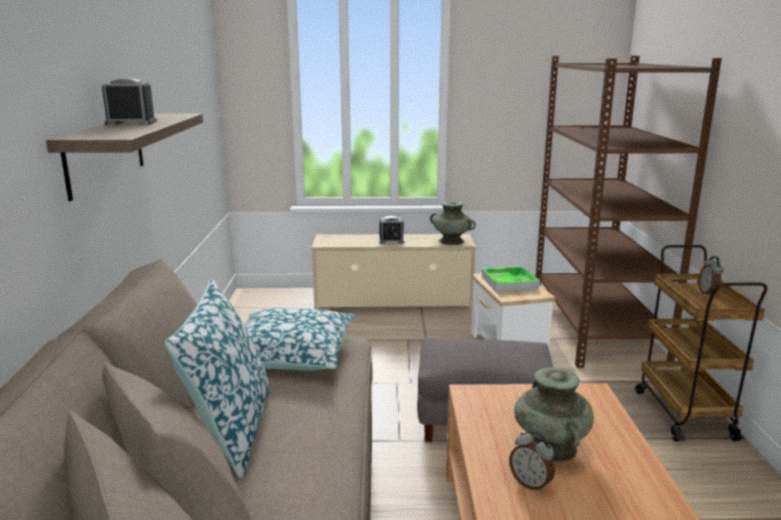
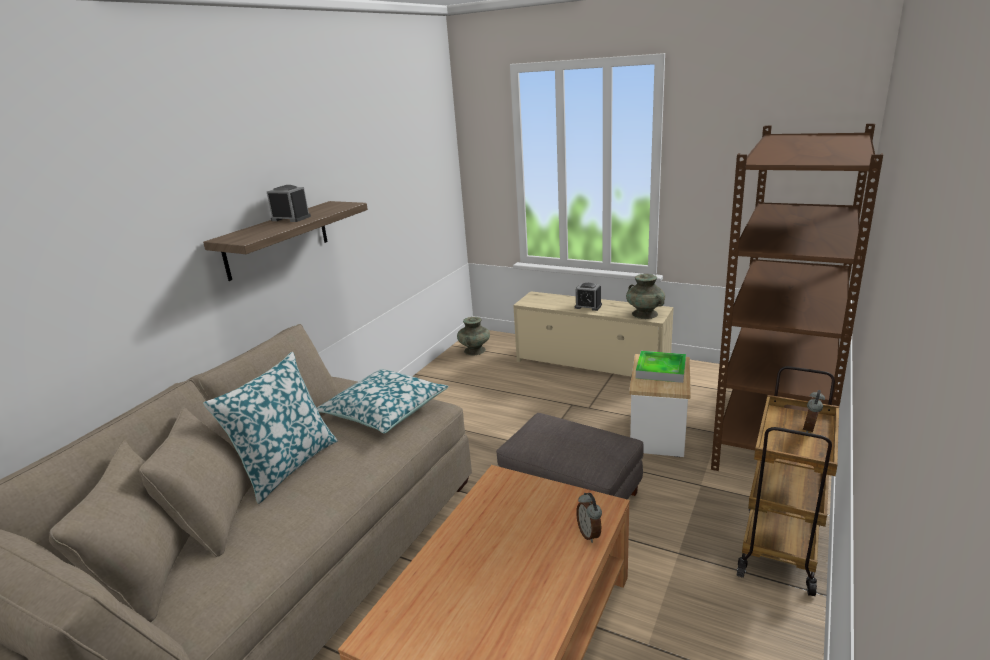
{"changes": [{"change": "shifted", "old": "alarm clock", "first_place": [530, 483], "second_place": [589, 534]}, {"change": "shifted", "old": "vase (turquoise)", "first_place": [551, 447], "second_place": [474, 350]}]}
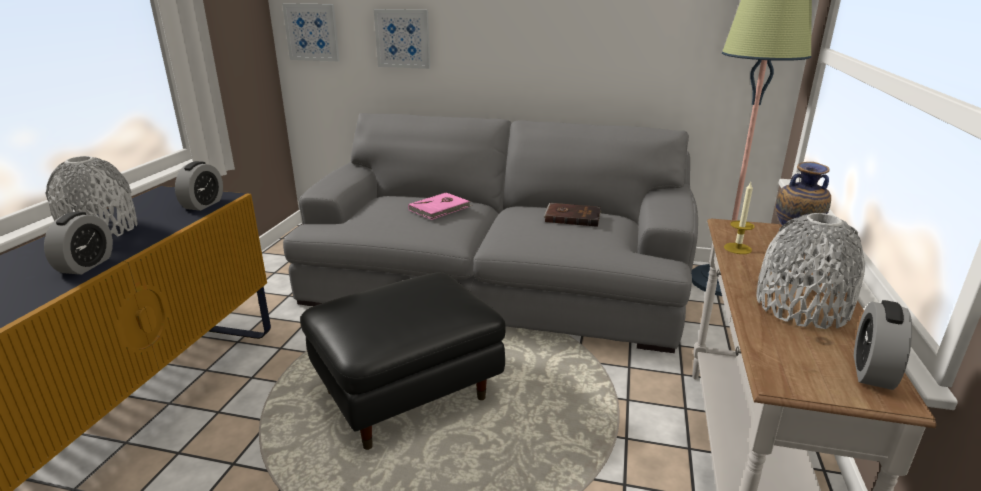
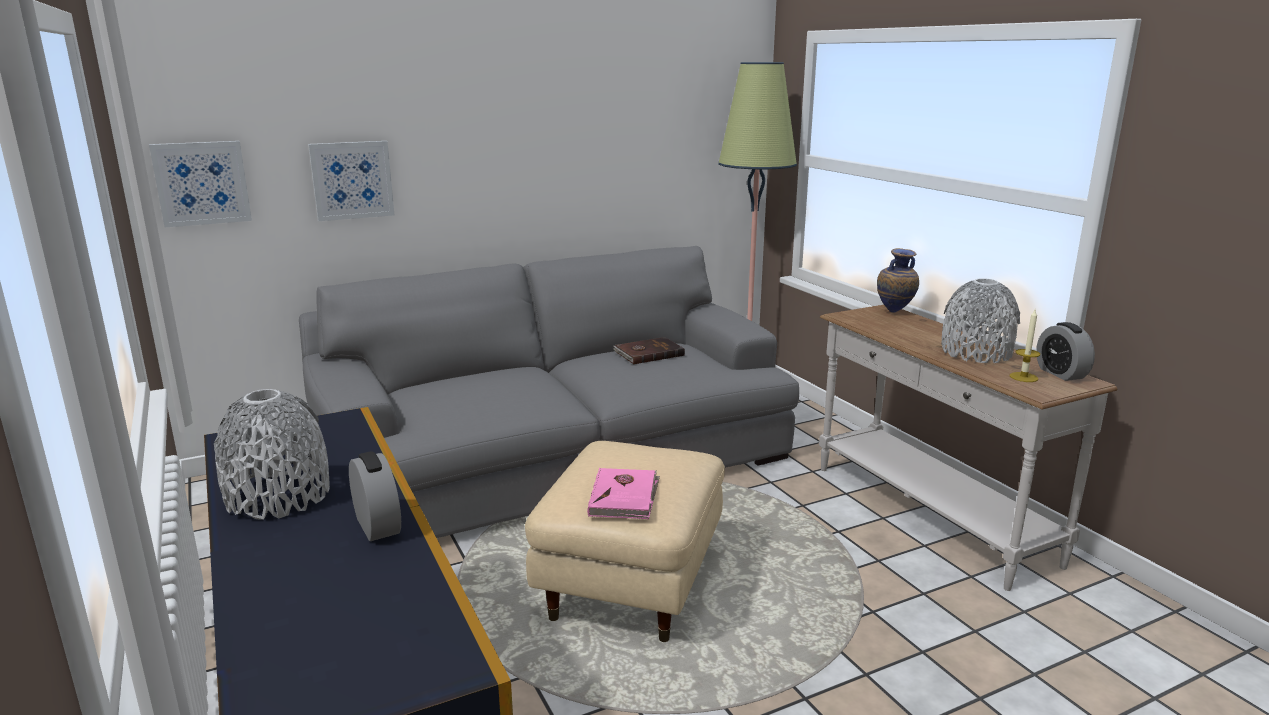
{"changes": [{"change": "gone", "old": "alarm clock", "first_place": [203, 204]}, {"change": "repainted", "old": "ottoman (black)", "new": "ottoman (beige)", "first_place": [408, 395], "second_place": [631, 584]}, {"change": "shifted", "old": "book (pink)", "first_place": [440, 208], "second_place": [624, 496]}, {"change": "shifted", "old": "candle", "first_place": [737, 248], "second_place": [1023, 377]}]}
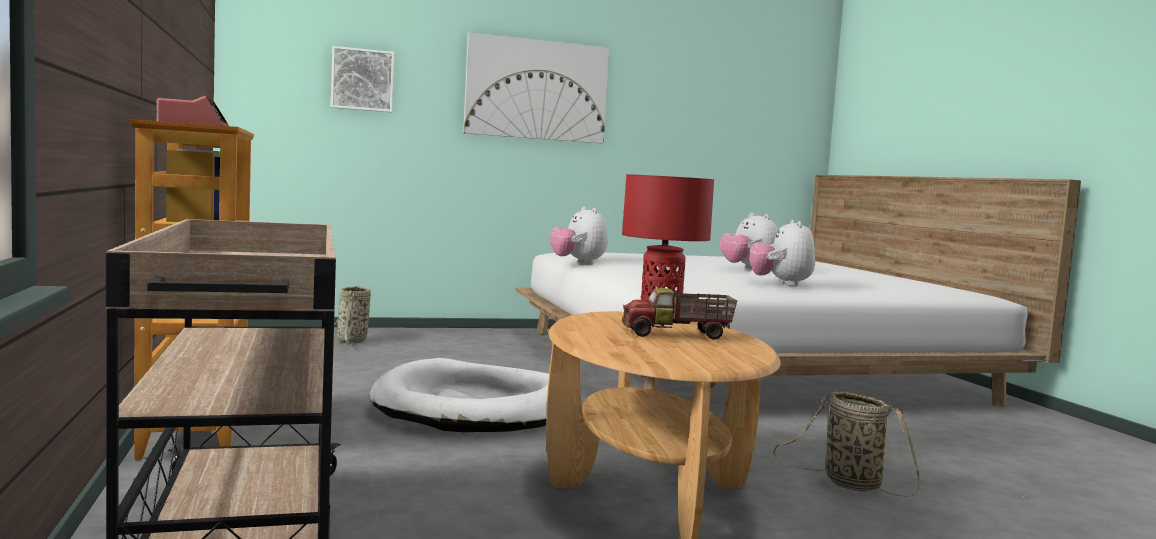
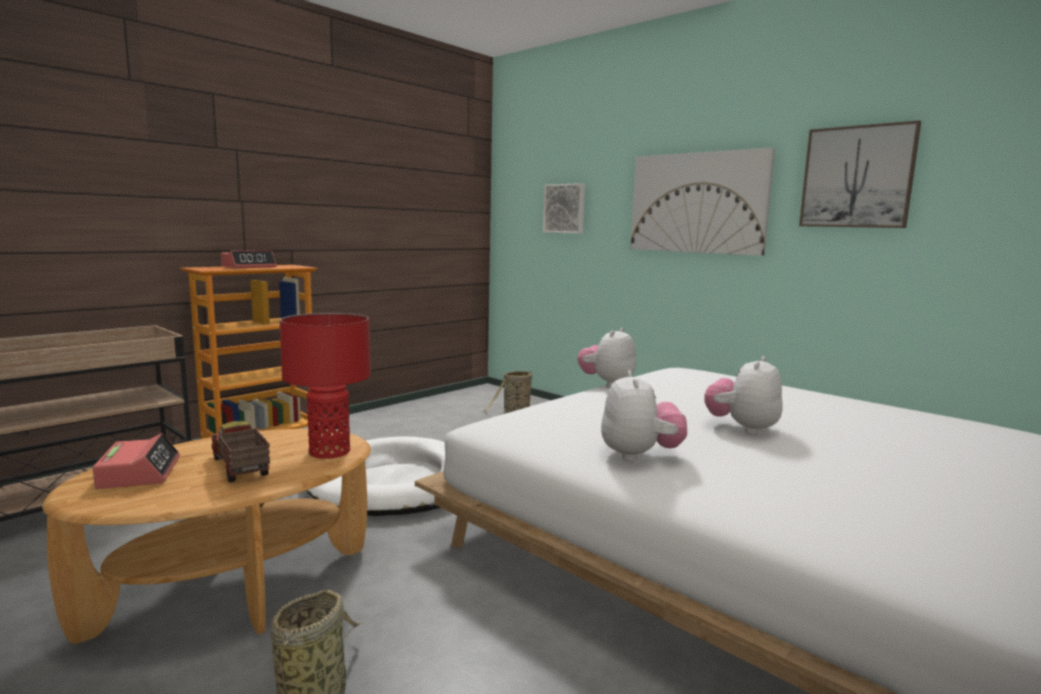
{"changes": [{"change": "rotated", "old": "plush toy", "first_place": [781, 284], "second_place": [639, 456], "degrees": 120}, {"change": "new", "new": "alarm clock", "second_place": [139, 473]}, {"change": "new", "new": "picture", "second_place": [857, 177]}]}
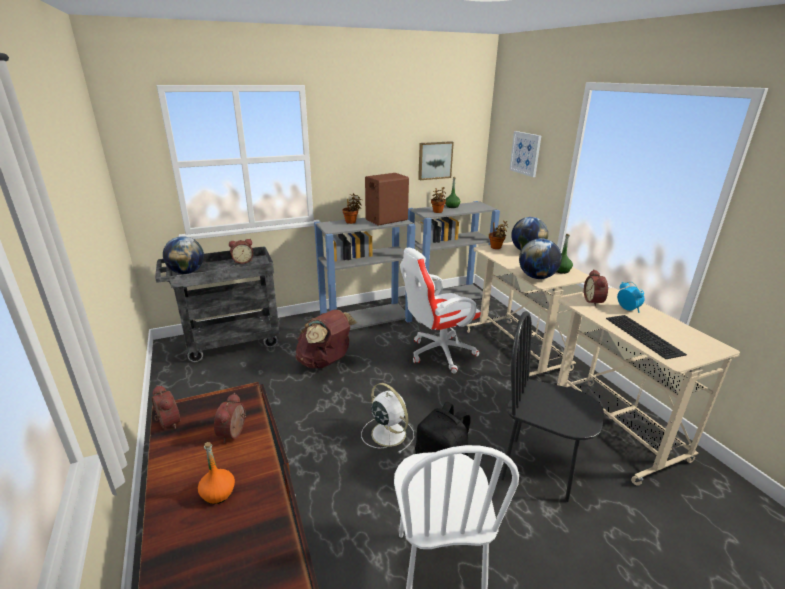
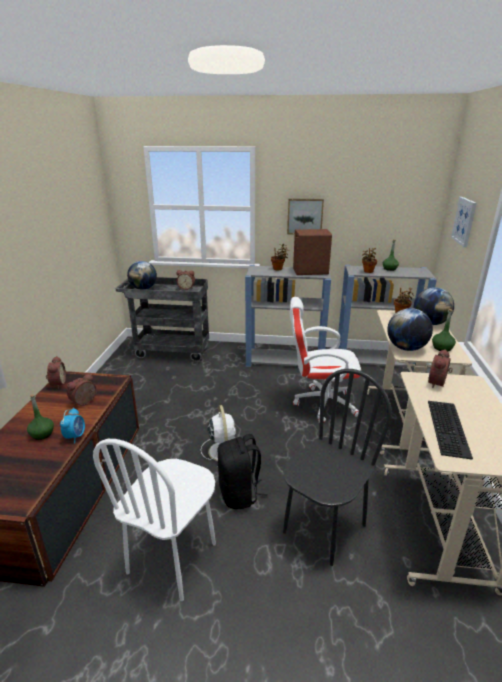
{"changes": [{"change": "repainted", "old": "bottle (orange)", "new": "bottle (green)", "first_place": [218, 493], "second_place": [42, 434]}, {"change": "gone", "old": "backpack (brown)", "first_place": [325, 362]}, {"change": "shifted", "old": "picture", "first_place": [434, 160], "second_place": [305, 216]}, {"change": "rotated", "old": "chair (black)", "first_place": [539, 468], "second_place": [323, 528], "degrees": 75}, {"change": "shifted", "old": "alarm clock", "first_place": [627, 309], "second_place": [75, 436]}]}
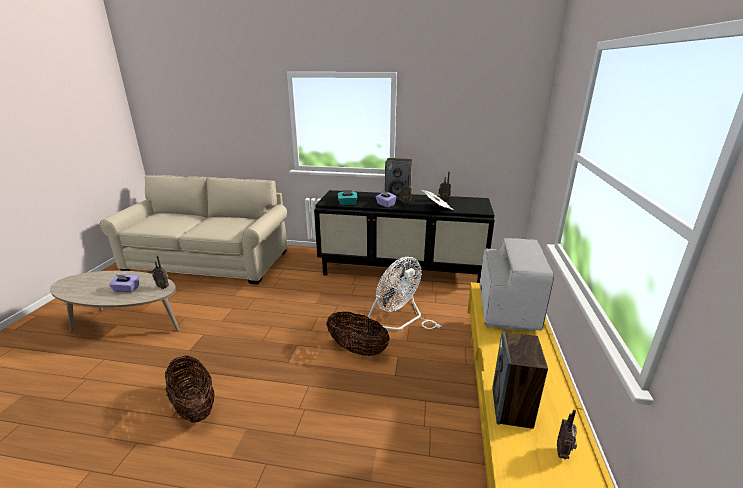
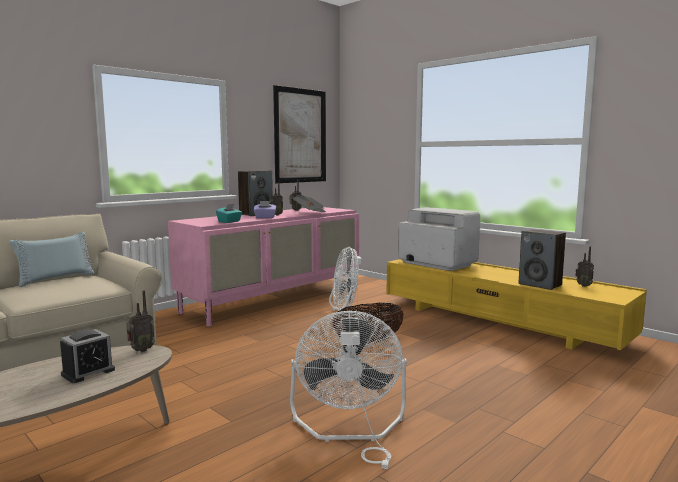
{"changes": [{"change": "swapped", "old": "tissue box (purple)", "new": "alarm clock", "first_place": [126, 289], "second_place": [88, 372]}, {"change": "swapped", "old": "basket", "new": "fan (white)", "first_place": [194, 406], "second_place": [353, 431]}, {"change": "repainted", "old": "cabinet (black)", "new": "cabinet (pink)", "first_place": [401, 271], "second_place": [274, 300]}, {"change": "new", "new": "pillow (blue)", "second_place": [55, 279]}, {"change": "new", "new": "picture", "second_place": [300, 136]}]}
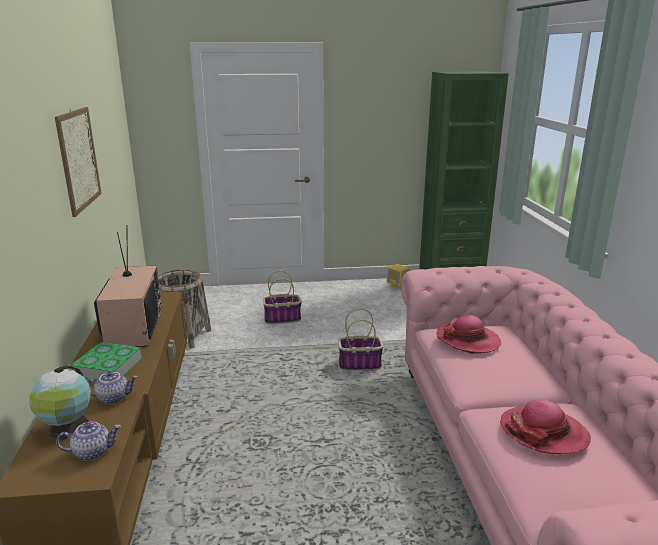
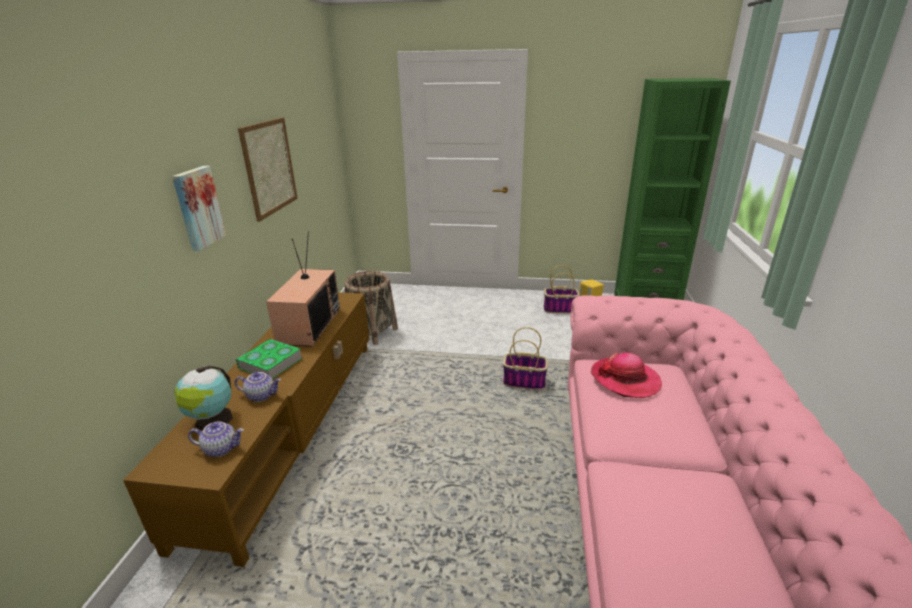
{"changes": [{"change": "shifted", "old": "basket", "first_place": [283, 319], "second_place": [560, 309]}, {"change": "gone", "old": "hat", "first_place": [543, 432]}, {"change": "new", "new": "picture", "second_place": [197, 207]}]}
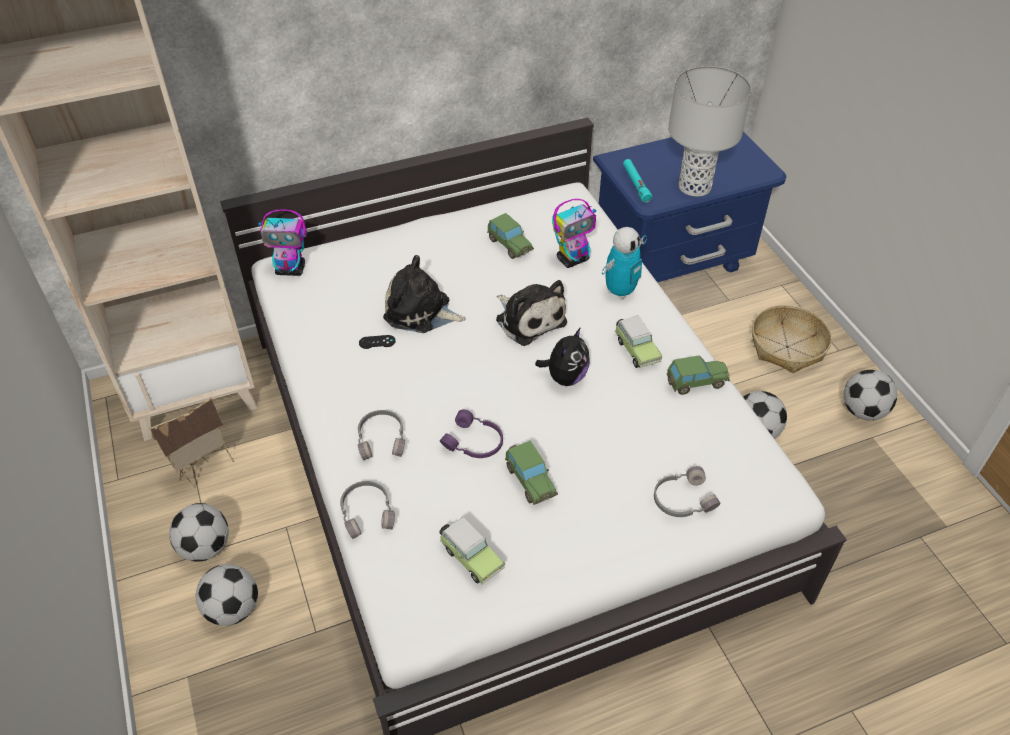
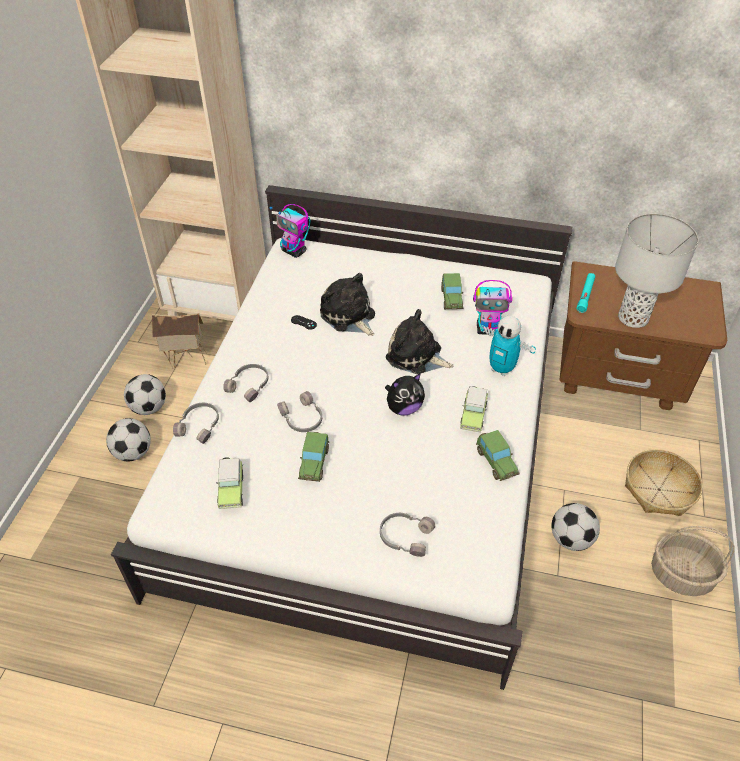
{"changes": [{"change": "repainted", "old": "headphones (purple)", "new": "headphones (grey)", "first_place": [474, 443], "second_place": [302, 418]}, {"change": "rotated", "old": "plush toy", "first_place": [529, 319], "second_place": [416, 356], "degrees": 120}, {"change": "repainted", "old": "nightstand (blue)", "new": "nightstand (brown)", "first_place": [674, 265], "second_place": [618, 381]}, {"change": "rotated", "old": "toy robot", "first_place": [620, 291], "second_place": [501, 369], "degrees": 45}, {"change": "rotated", "old": "toy car", "first_place": [695, 382], "second_place": [495, 461], "degrees": 45}, {"change": "swapped", "old": "football", "new": "basket", "first_place": [863, 411], "second_place": [682, 574]}]}
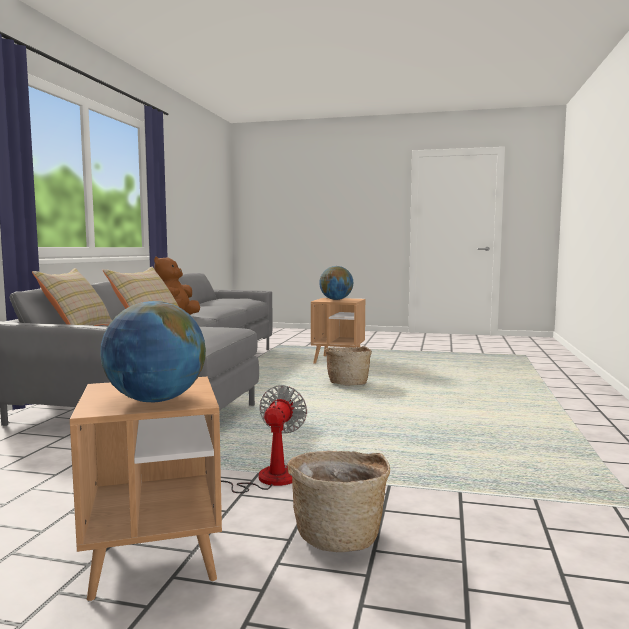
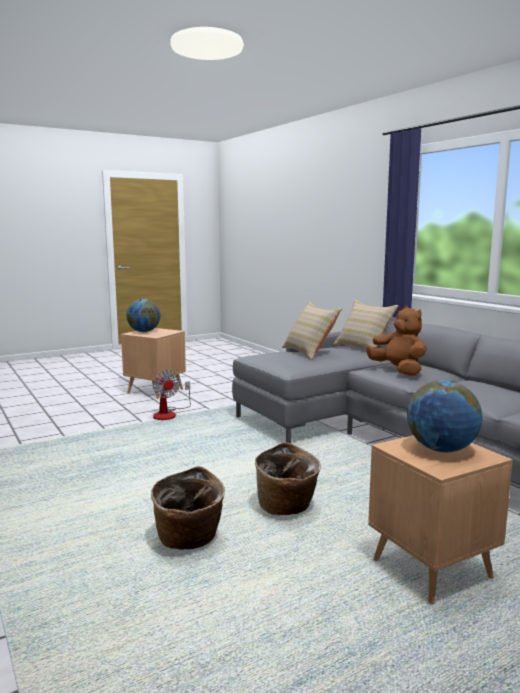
{"changes": [{"change": "shifted", "old": "basket", "first_place": [339, 535], "second_place": [189, 540]}]}
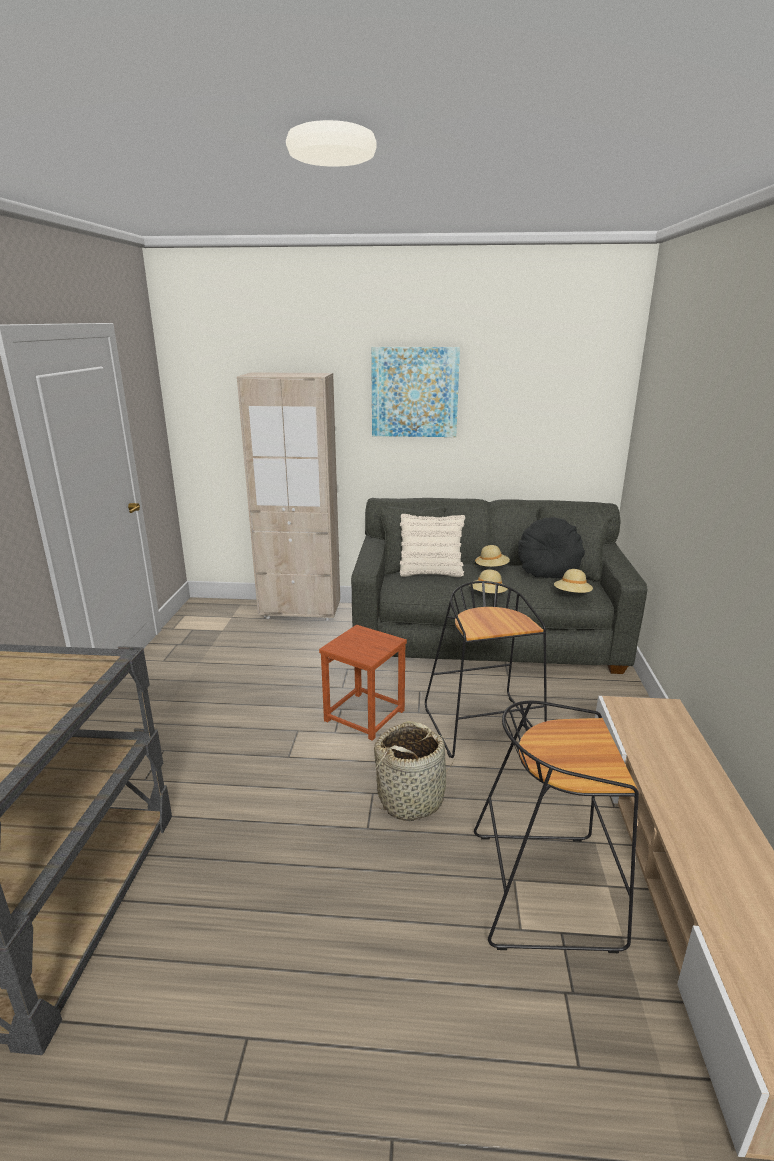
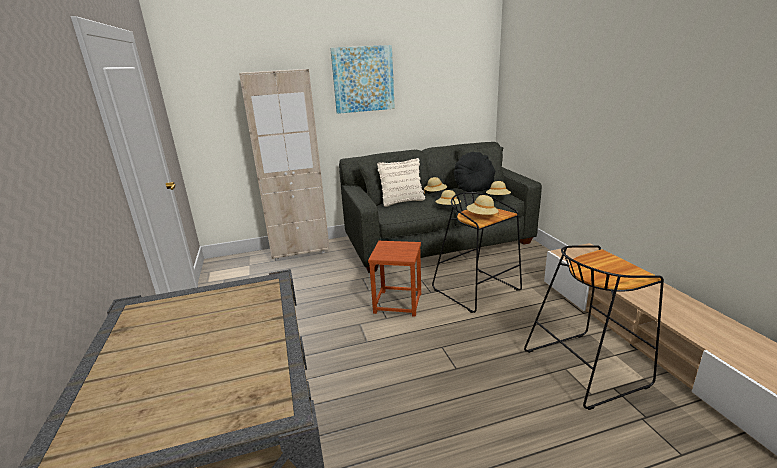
{"changes": [{"change": "gone", "old": "basket", "first_place": [411, 798]}, {"change": "new", "new": "hat (beige)", "second_place": [482, 216]}]}
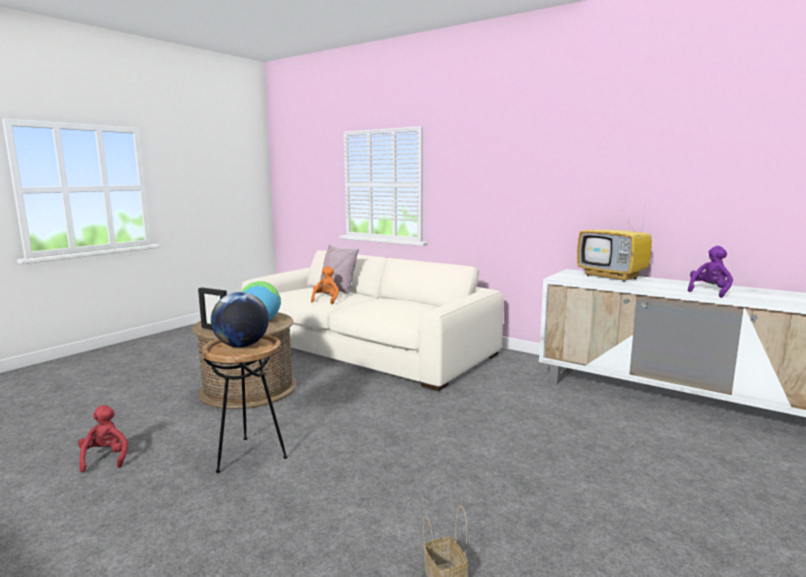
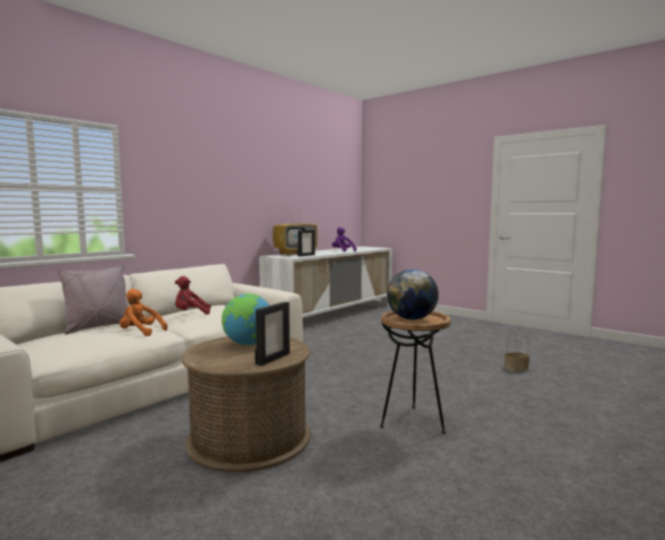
{"changes": [{"change": "shifted", "old": "plush toy (red)", "first_place": [105, 458], "second_place": [191, 314]}, {"change": "new", "new": "picture frame", "second_place": [306, 255]}]}
